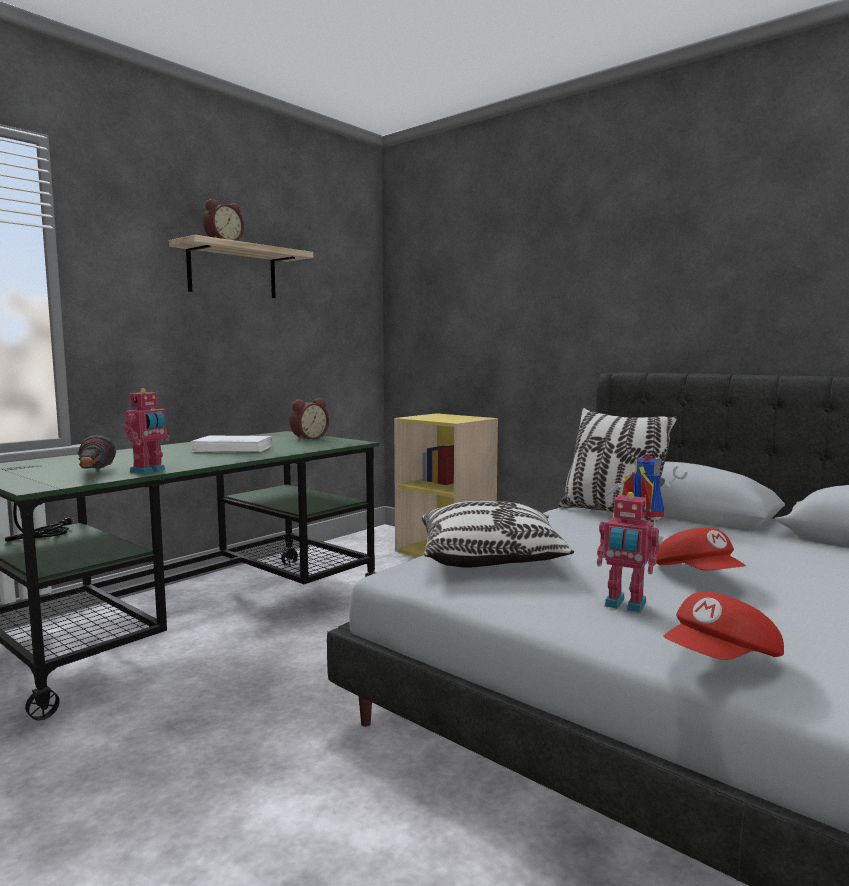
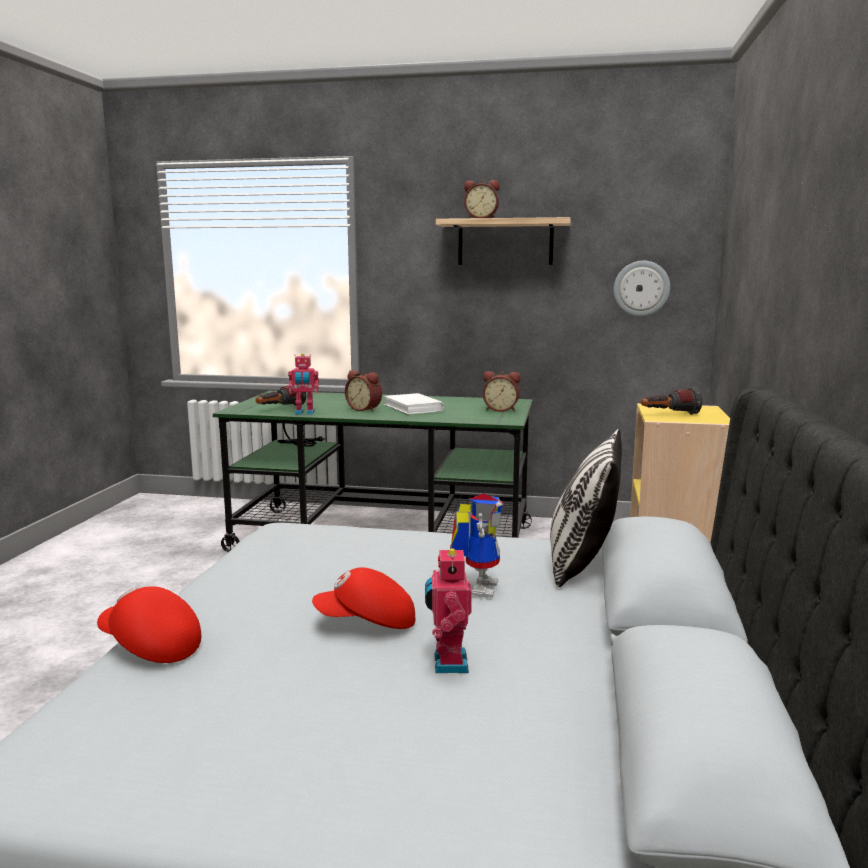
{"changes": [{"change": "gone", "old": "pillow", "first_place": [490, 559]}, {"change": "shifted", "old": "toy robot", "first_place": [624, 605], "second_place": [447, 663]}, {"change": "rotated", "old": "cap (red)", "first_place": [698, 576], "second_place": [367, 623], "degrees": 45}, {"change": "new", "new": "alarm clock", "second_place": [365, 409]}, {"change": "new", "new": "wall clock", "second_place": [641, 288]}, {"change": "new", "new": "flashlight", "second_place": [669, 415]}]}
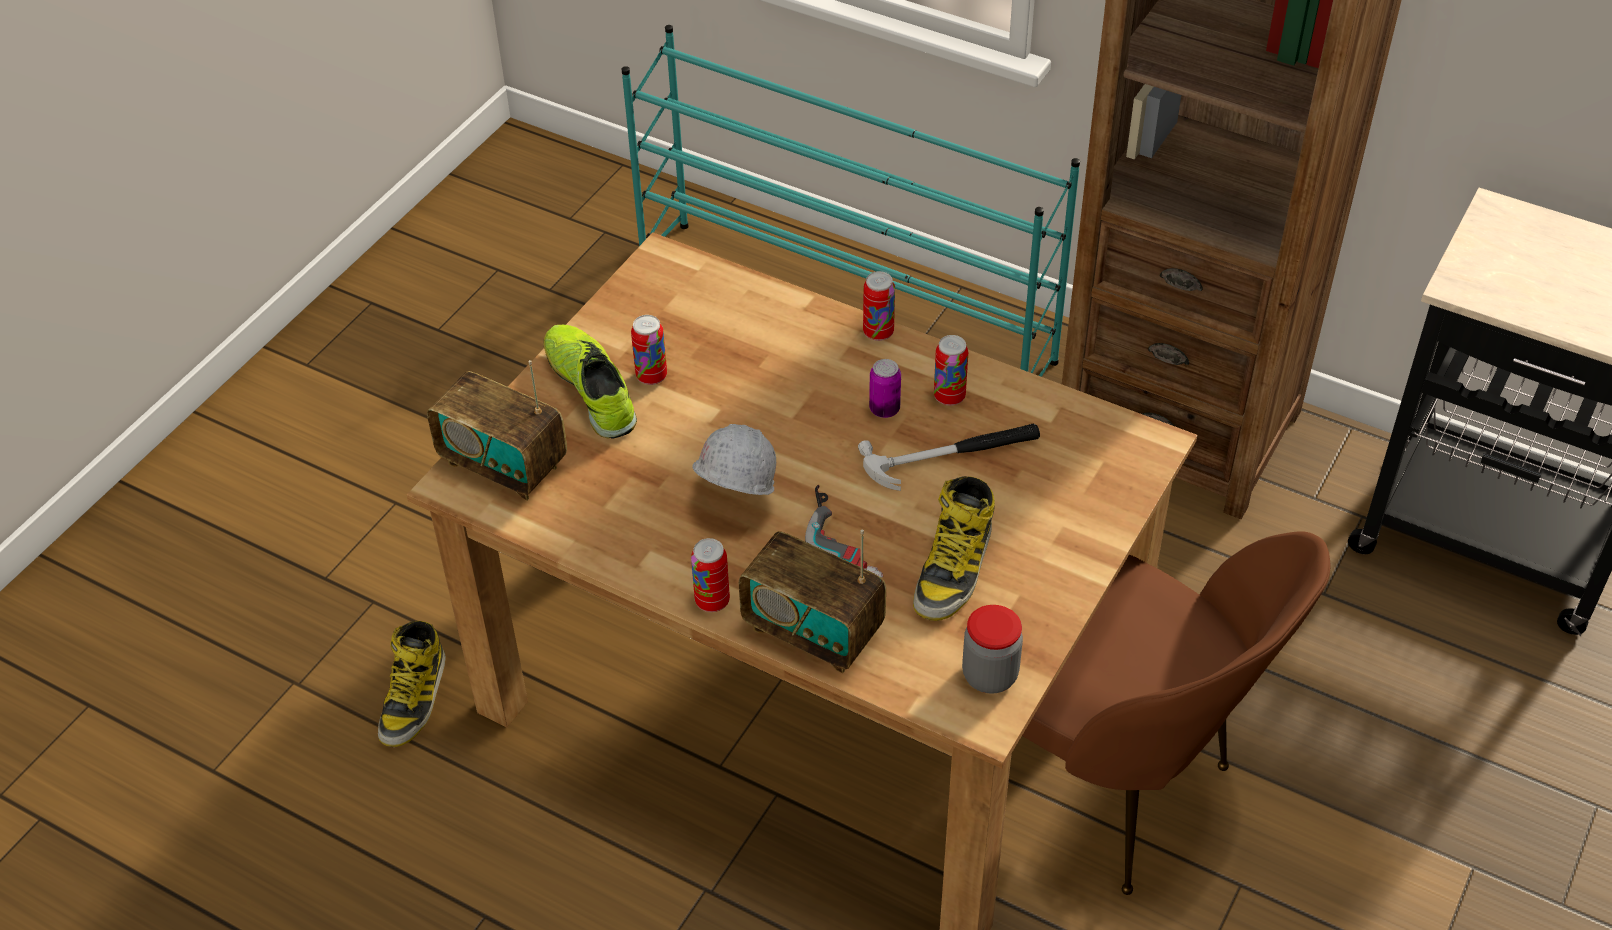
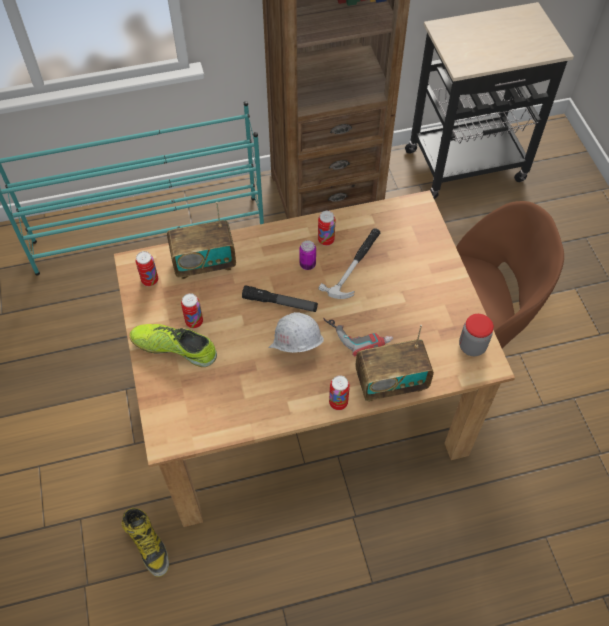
{"changes": [{"change": "shifted", "old": "radio", "first_place": [504, 465], "second_place": [204, 263]}, {"change": "shifted", "old": "can", "first_place": [878, 333], "second_place": [150, 280]}, {"change": "gone", "old": "boot", "first_place": [953, 568]}, {"change": "new", "new": "flashlight", "second_place": [280, 303]}]}
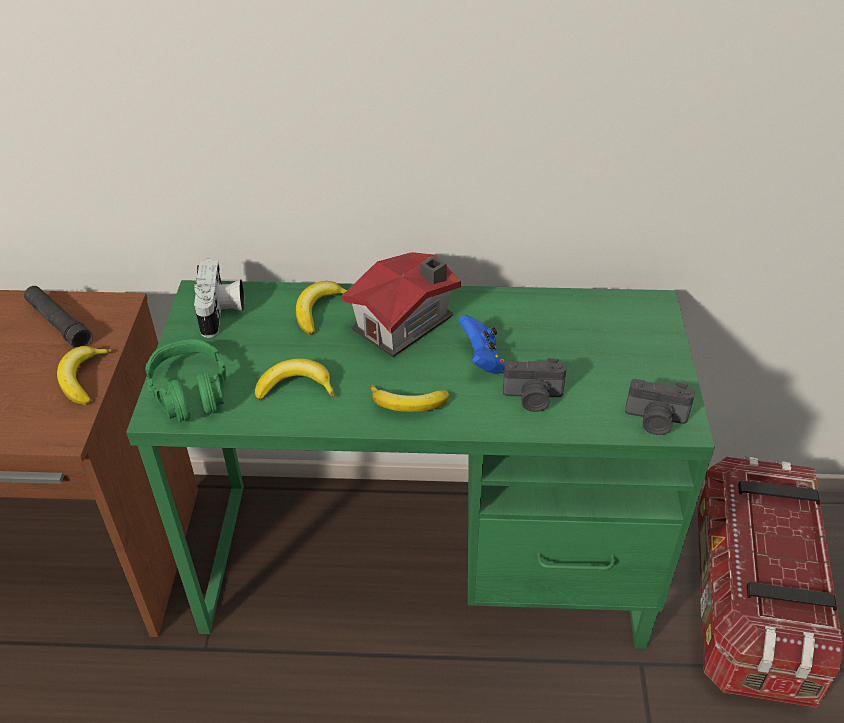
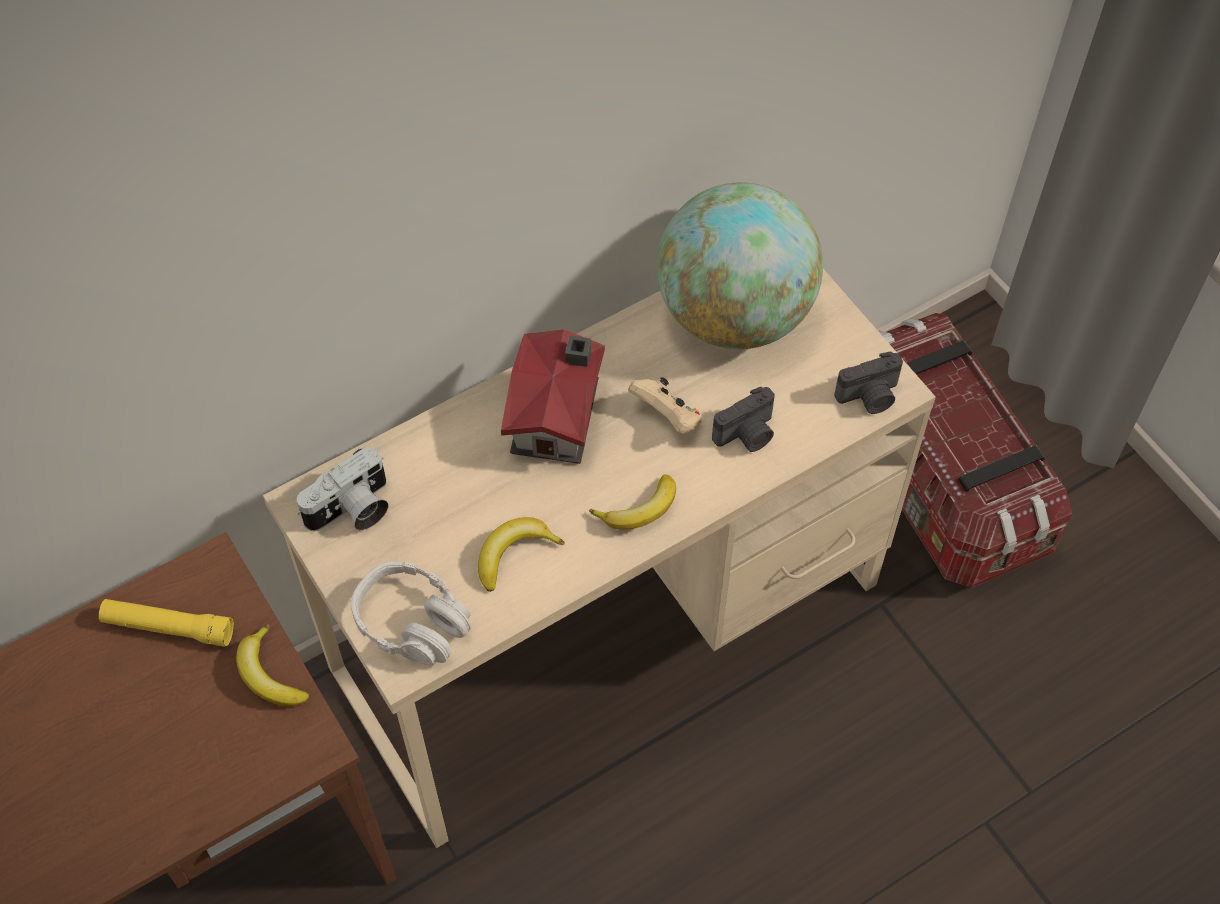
{"changes": [{"change": "repainted", "old": "flashlight (black)", "new": "flashlight (yellow)", "first_place": [59, 324], "second_place": [168, 627]}, {"change": "repainted", "old": "desk (green)", "new": "desk (beige)", "first_place": [425, 562], "second_place": [608, 626]}, {"change": "repainted", "old": "headphones (green)", "new": "headphones (grey)", "first_place": [190, 392], "second_place": [412, 623]}, {"change": "rotated", "old": "photo camera", "first_place": [222, 312], "second_place": [352, 510], "degrees": 90}, {"change": "gone", "old": "banana", "first_place": [319, 310]}, {"change": "repainted", "old": "game controller (blue)", "new": "game controller (beige)", "first_place": [482, 360], "second_place": [667, 417]}, {"change": "new", "new": "globe", "second_place": [734, 315]}]}
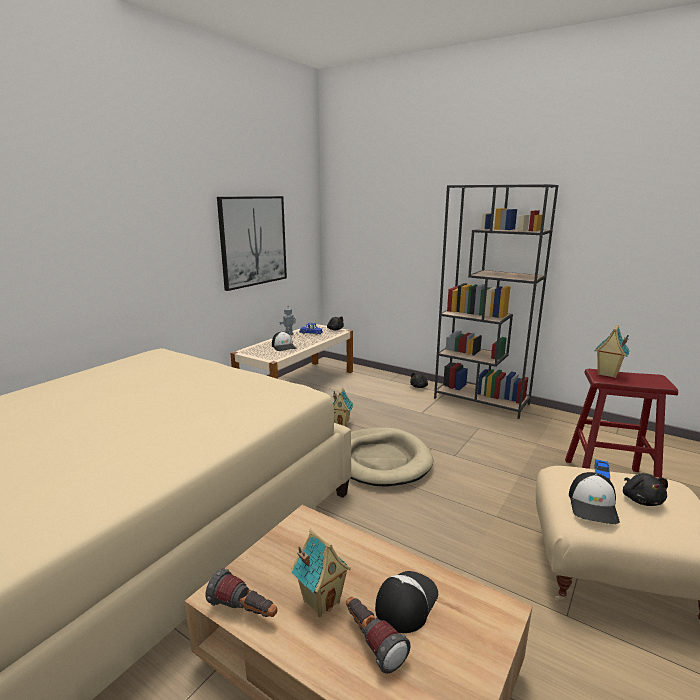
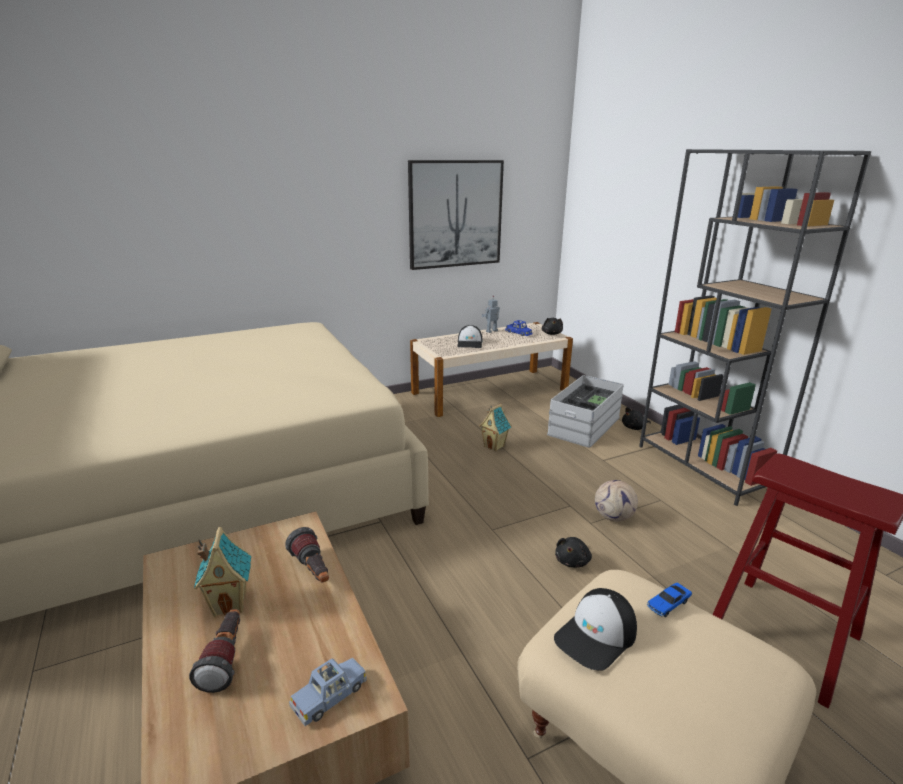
{"changes": [{"change": "shifted", "old": "flashlight", "first_place": [244, 611], "second_place": [313, 571]}, {"change": "gone", "old": "dog bed (beige)", "first_place": [381, 460]}, {"change": "gone", "old": "cap", "first_place": [406, 601]}, {"change": "gone", "old": "toy house", "first_place": [607, 374]}, {"change": "shifted", "old": "plush toy (black)", "first_place": [641, 500], "second_place": [572, 561]}, {"change": "new", "new": "toy car (blue)", "second_place": [330, 696]}, {"change": "new", "new": "storage box (grey)", "second_place": [585, 426]}, {"change": "new", "new": "football", "second_place": [614, 517]}]}
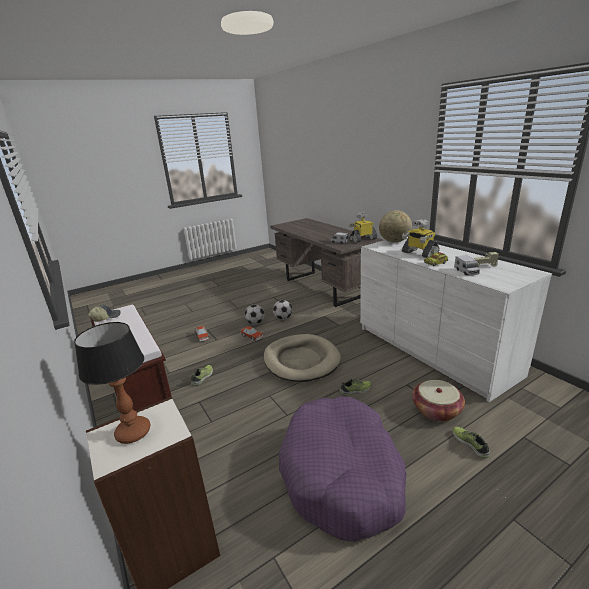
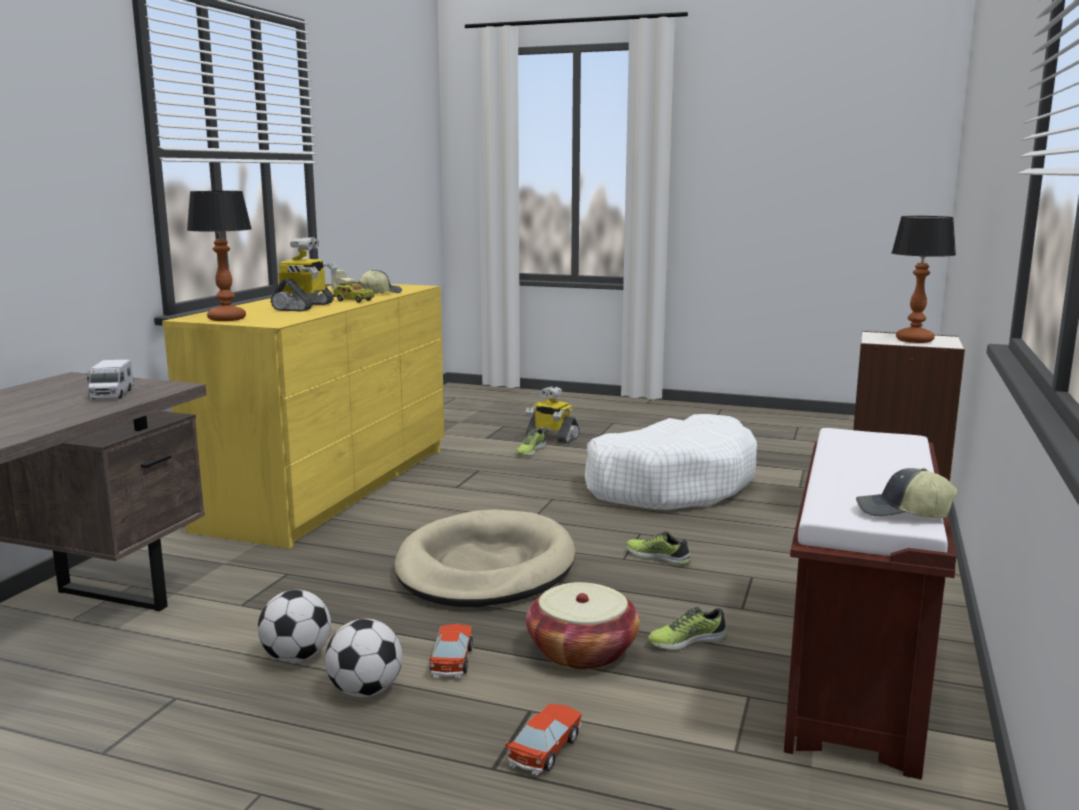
{"changes": [{"change": "repainted", "old": "dog bed (purple)", "new": "dog bed (white)", "first_place": [342, 475], "second_place": [670, 485]}, {"change": "shifted", "old": "shoe", "first_place": [356, 390], "second_place": [658, 557]}, {"change": "shifted", "old": "toy robot", "first_place": [362, 239], "second_place": [551, 437]}, {"change": "repainted", "old": "dresser (white)", "new": "dresser (yellow)", "first_place": [434, 350], "second_place": [330, 487]}, {"change": "swapped", "old": "globe", "new": "table lamp", "first_place": [394, 242], "second_place": [227, 319]}, {"change": "shifted", "old": "basket", "first_place": [436, 410], "second_place": [582, 652]}, {"change": "swapped", "old": "toy truck", "new": "cap", "first_place": [466, 272], "second_place": [379, 293]}]}
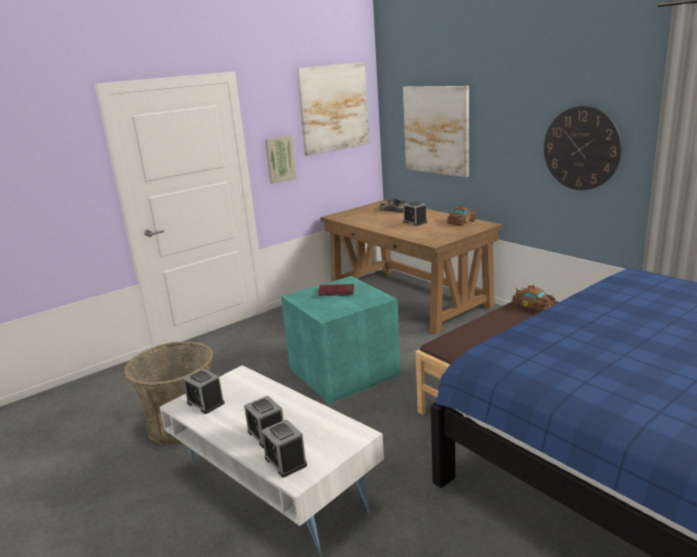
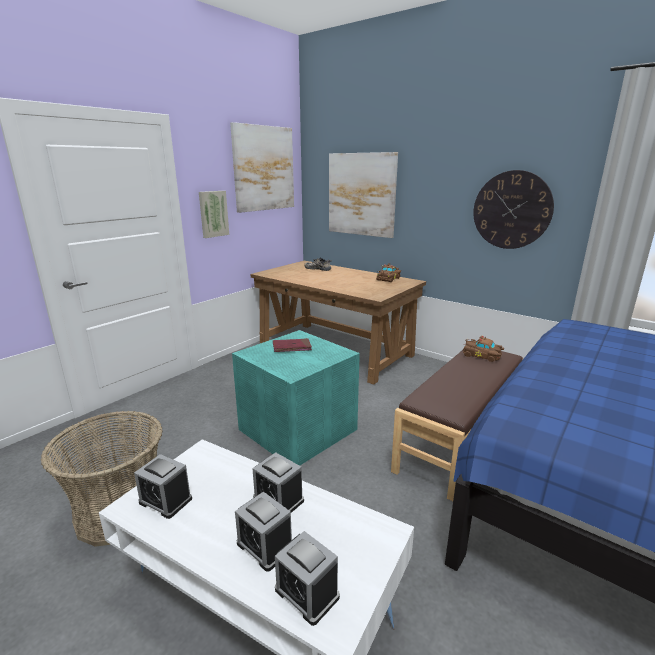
{"changes": [{"change": "shifted", "old": "alarm clock", "first_place": [415, 222], "second_place": [278, 499]}]}
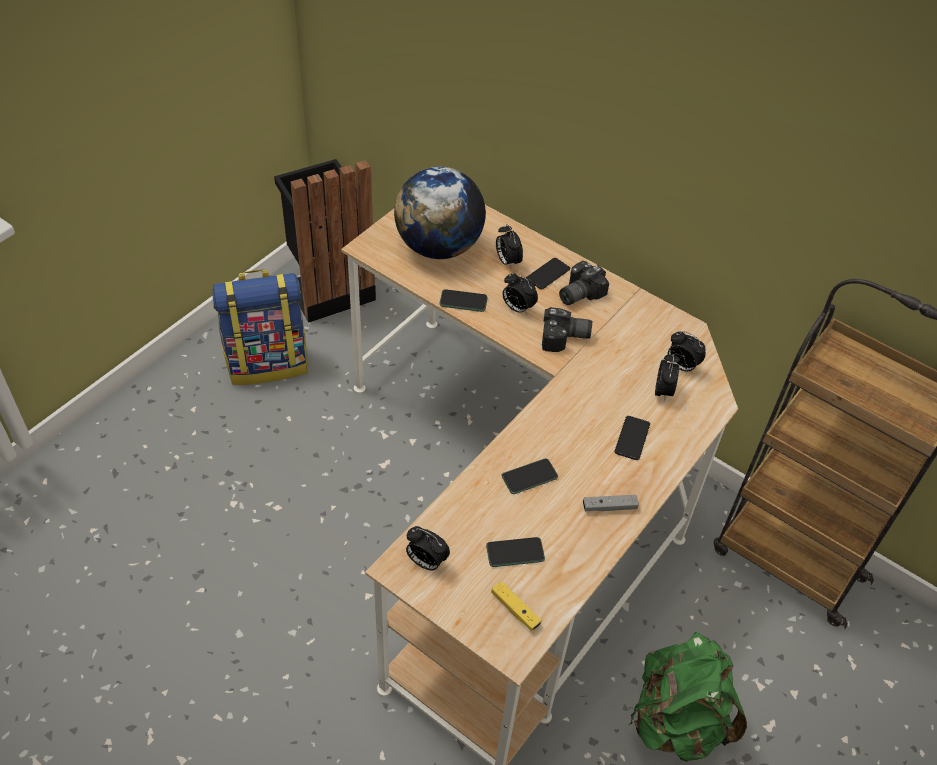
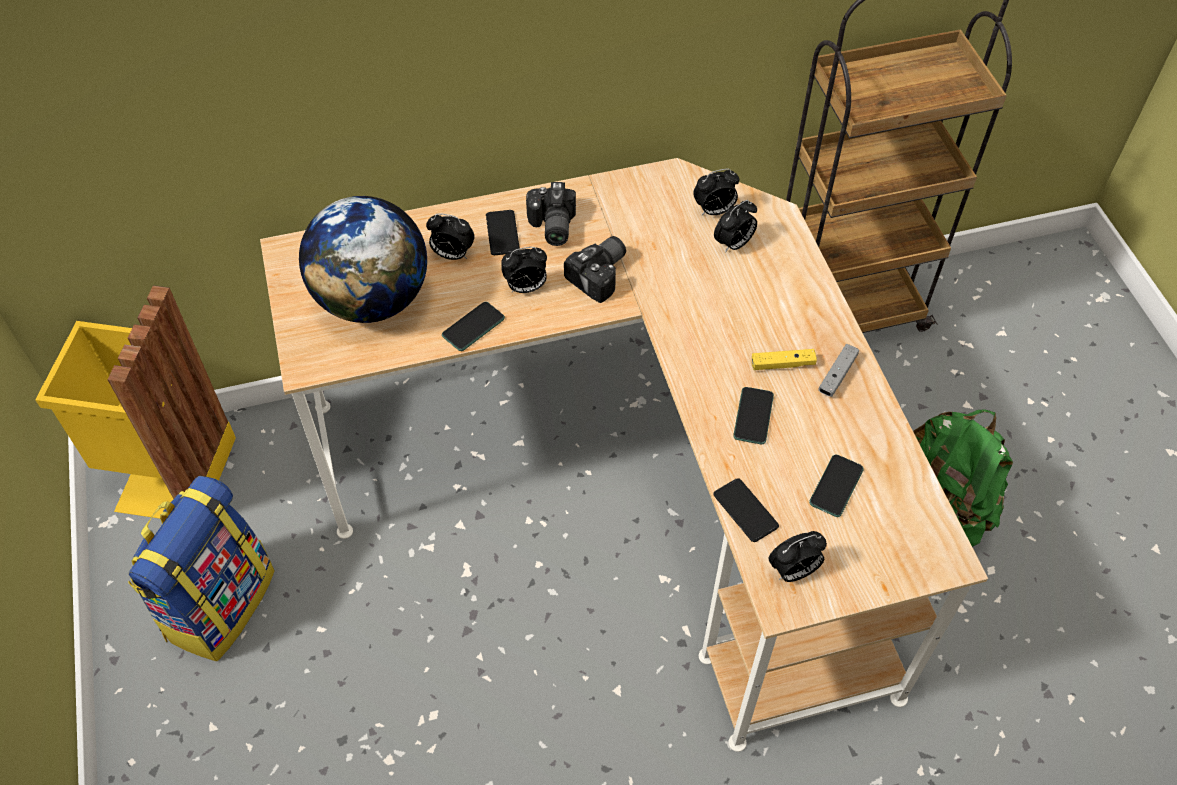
{"changes": [{"change": "repainted", "old": "trash can (black)", "new": "trash can (yellow)", "first_place": [327, 288], "second_place": [169, 473]}, {"change": "shifted", "old": "game controller (yellow)", "first_place": [515, 610], "second_place": [782, 364]}, {"change": "shifted", "old": "phone", "first_place": [632, 438], "second_place": [745, 510]}, {"change": "rotated", "old": "alarm clock", "first_place": [663, 392], "second_place": [733, 244], "degrees": 90}]}
